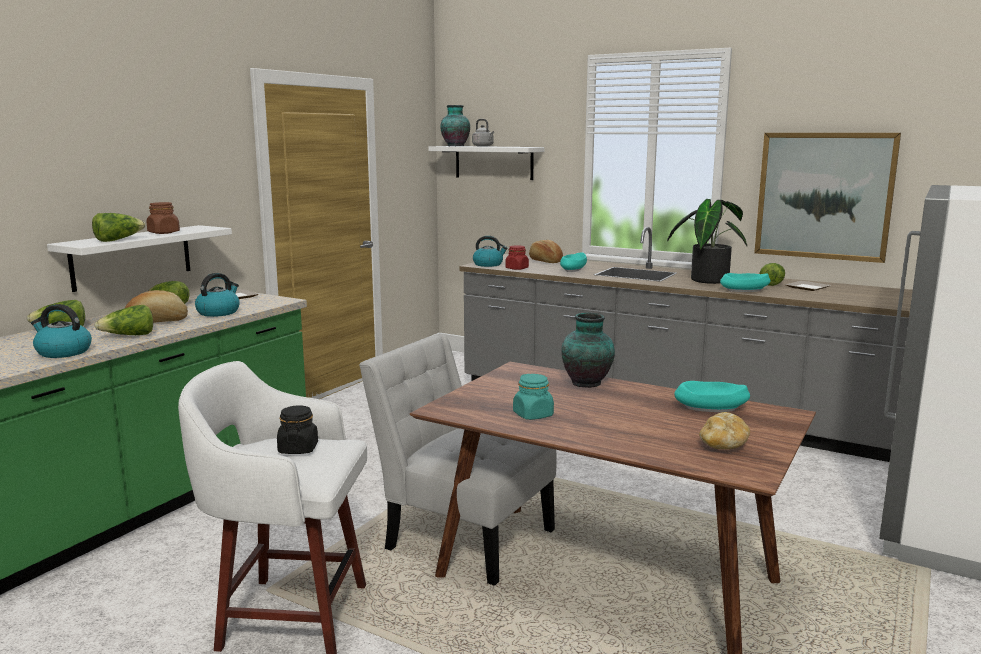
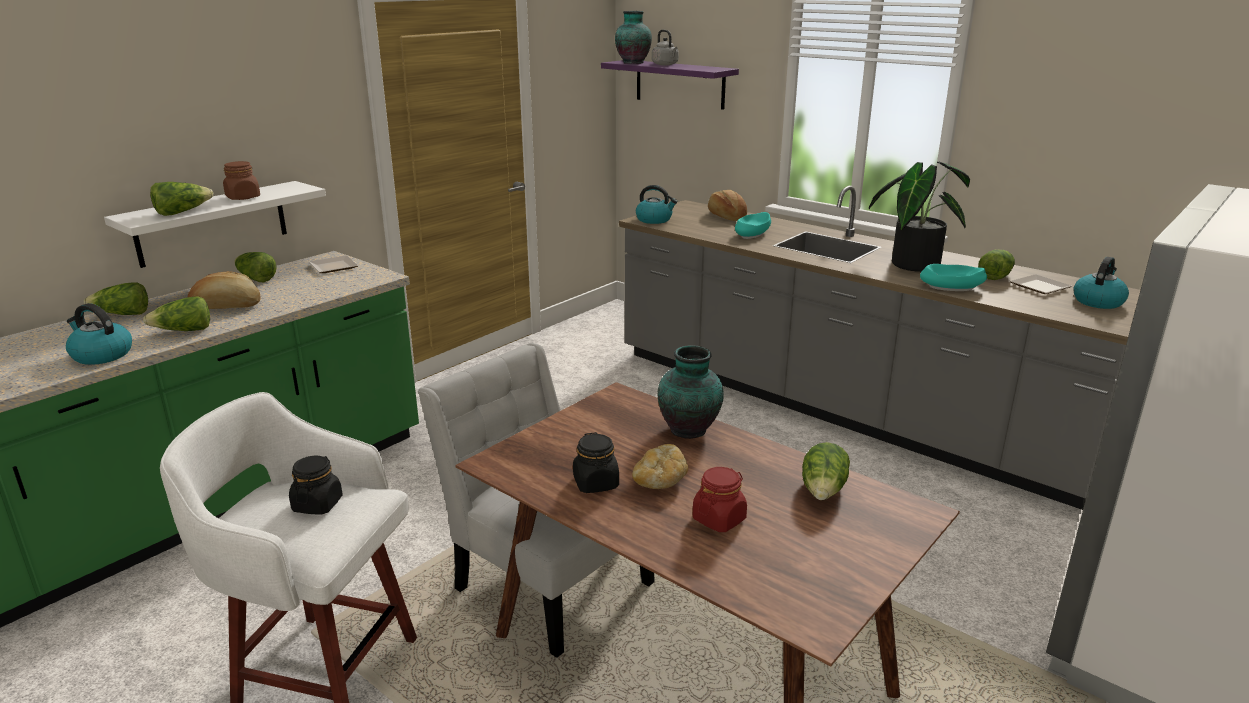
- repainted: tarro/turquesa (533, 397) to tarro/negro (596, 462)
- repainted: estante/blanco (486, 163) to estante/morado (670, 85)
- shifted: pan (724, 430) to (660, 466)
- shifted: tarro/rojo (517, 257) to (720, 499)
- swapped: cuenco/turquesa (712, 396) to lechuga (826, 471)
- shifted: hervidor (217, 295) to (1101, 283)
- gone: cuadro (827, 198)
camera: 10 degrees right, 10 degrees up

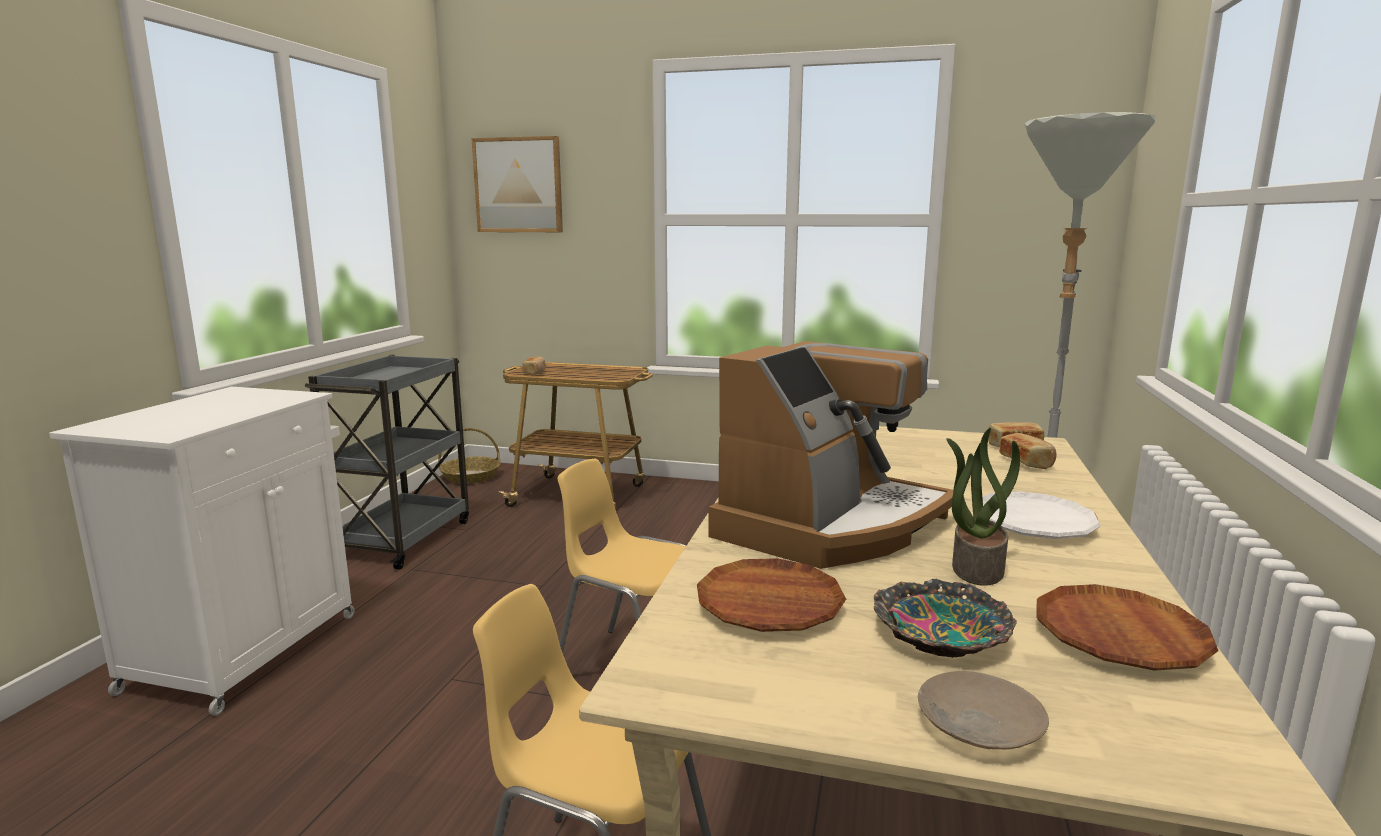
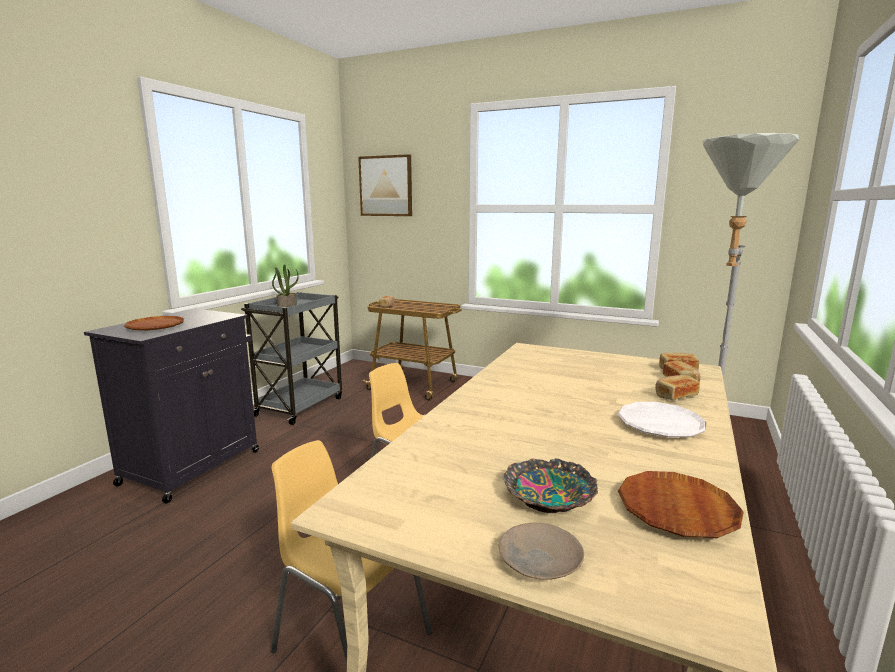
- repainted: armario/blanco (201, 551) to armario/negro (171, 406)
- shifted: plato/marrón (771, 595) to (154, 323)
- shifted: planta en maceta (983, 507) to (285, 285)
- new: pan (677, 387)
- gone: cesta (469, 456)
- gone: cafetera (831, 455)
camera: 10 degrees right, 0 degrees up

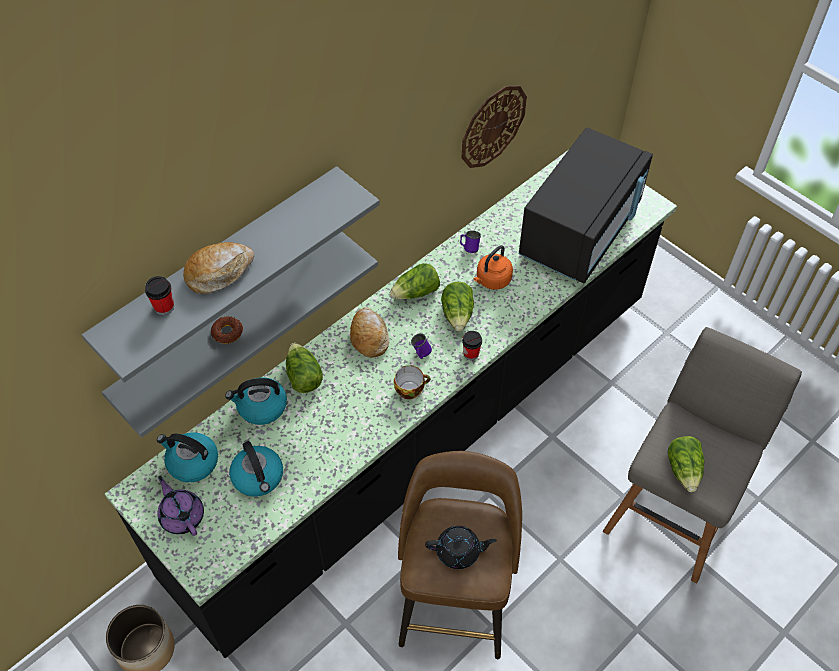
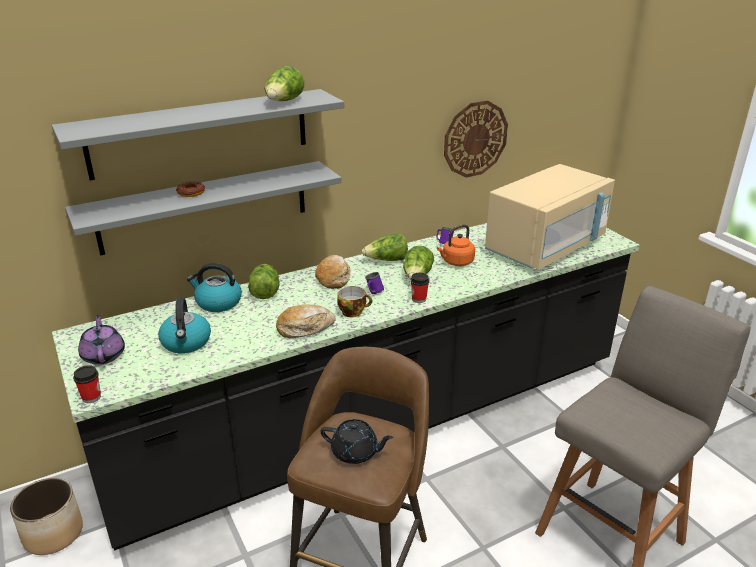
- shifted: taza (159, 295) to (87, 384)
- shifted: lechuga (686, 464) to (284, 83)
- shifted: pan (218, 268) to (306, 321)
- repainted: microondas/negro (586, 205) to microondas/beis (550, 217)
- gone: hervidor (187, 457)
camera: 15 degrees right, 25 degrees down

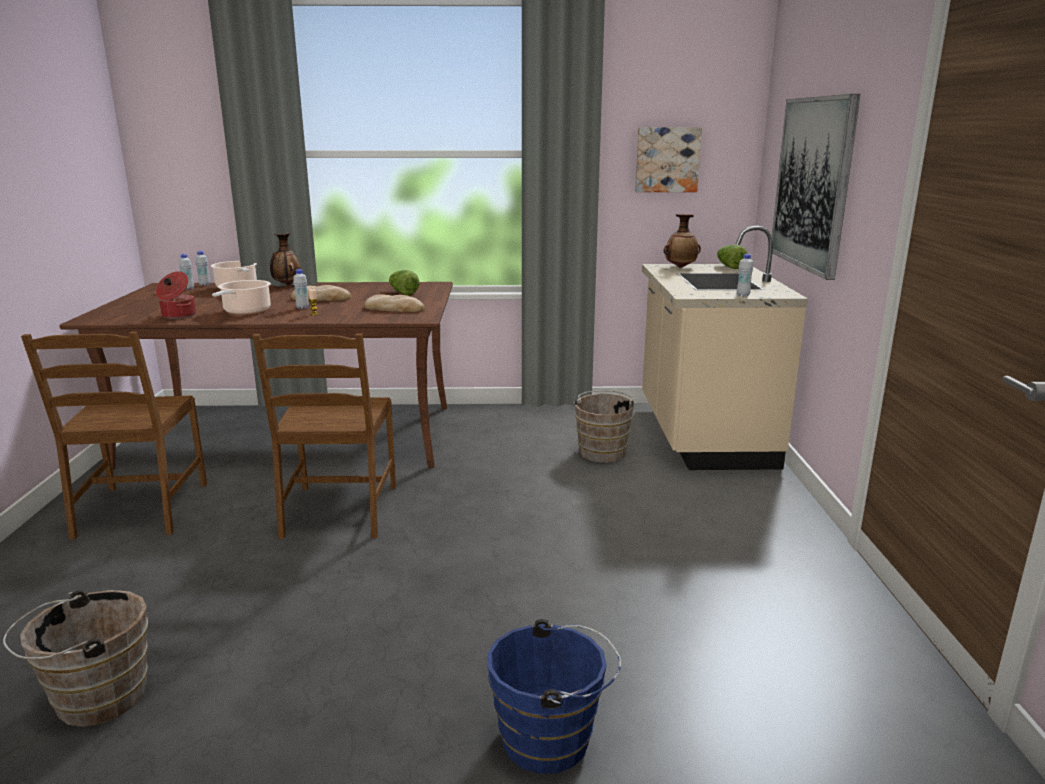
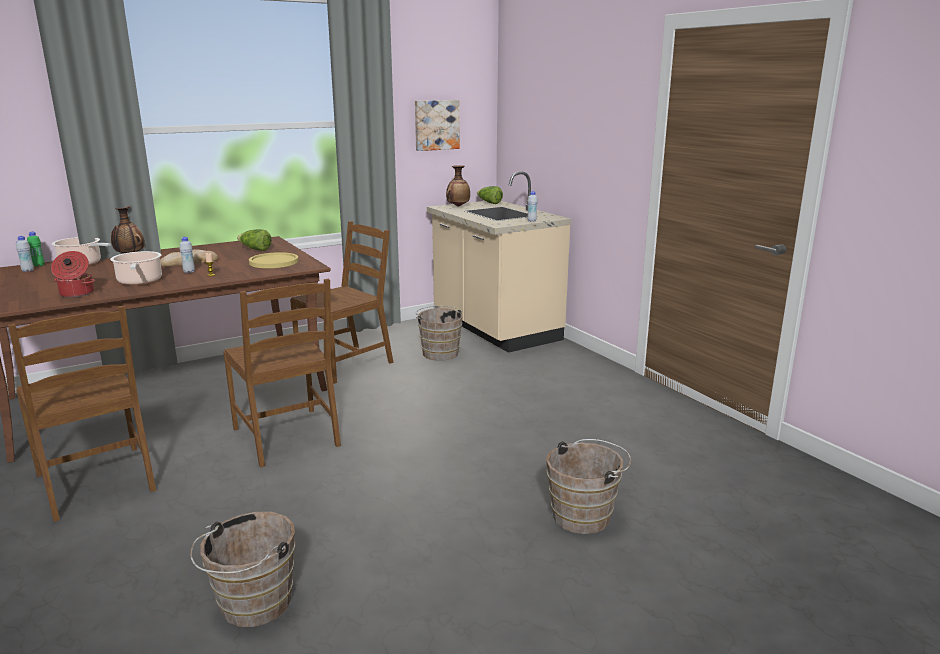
- repainted: botella/blanco (202, 268) to botella/verde (35, 249)
- swapped: pan (394, 303) to plato/amarillo (274, 260)
- new: silla/marrón (342, 302)
- repainted: cubo/azul (554, 696) to cubo/marrón (588, 486)
- gone: cuadro (816, 187)
camera: 30 degrees left, 0 degrees up

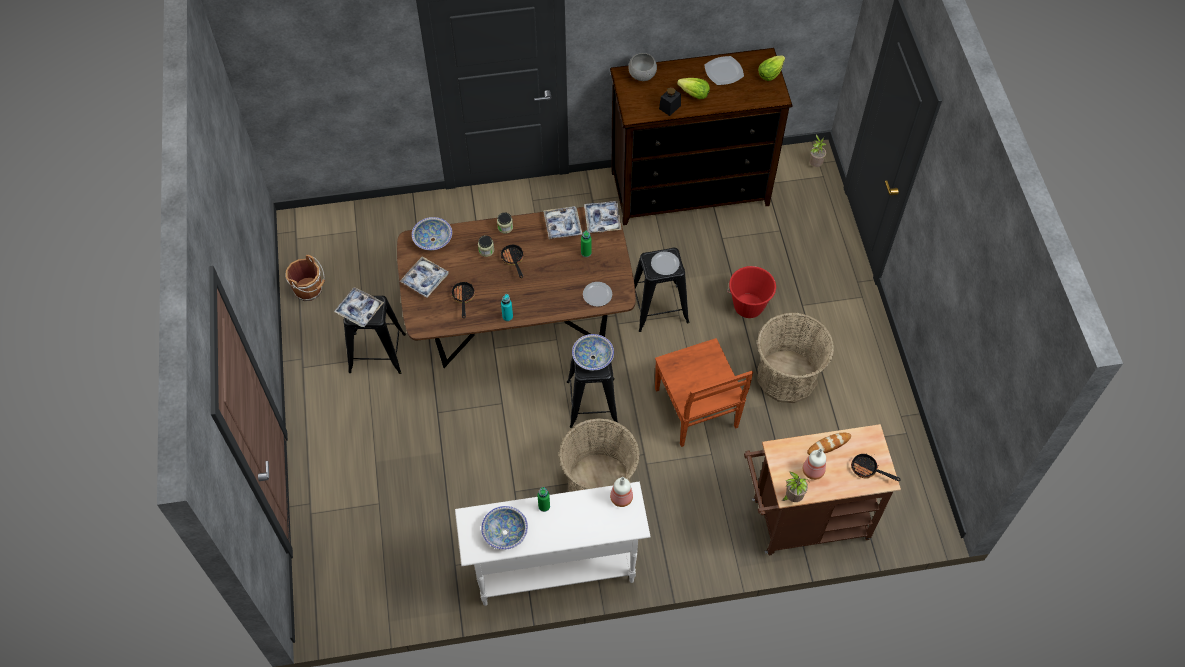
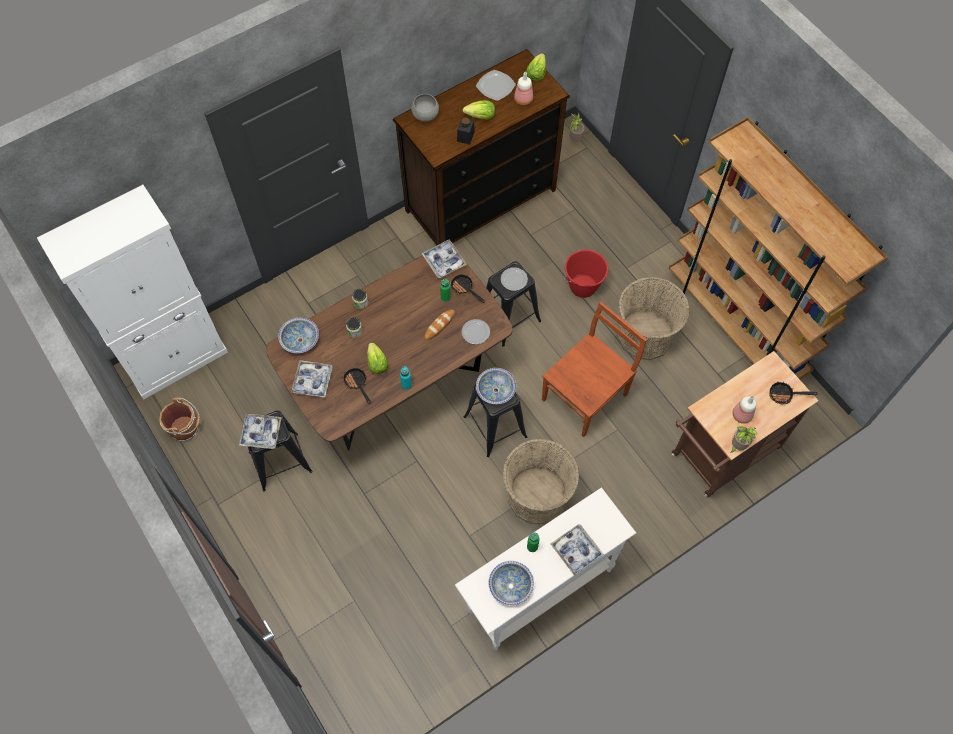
- new: armario/blanco (132, 292)
- new: lechuga (378, 358)
- shifted: pan (829, 444) to (439, 324)
- shifted: sartén (512, 261) to (467, 289)
- shifted: botella (621, 492) to (523, 88)
- rotated: silla/marrón (704, 392) = (594, 369) 90 degrees counterclockwise
- shifted: bandeja (562, 222) to (577, 550)
- new: estantería/marrón (778, 248)
camera: 25 degrees left, 5 degrees up

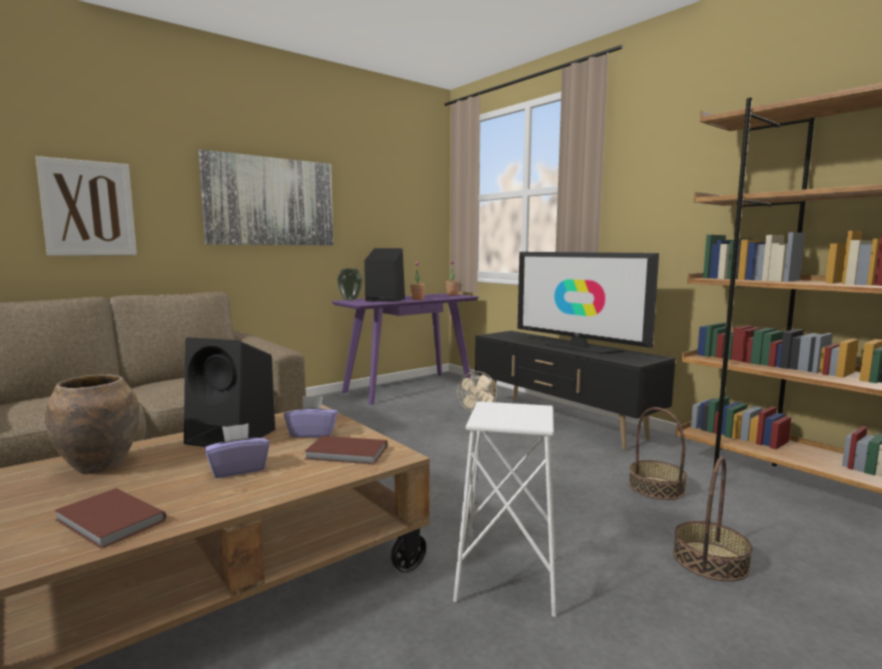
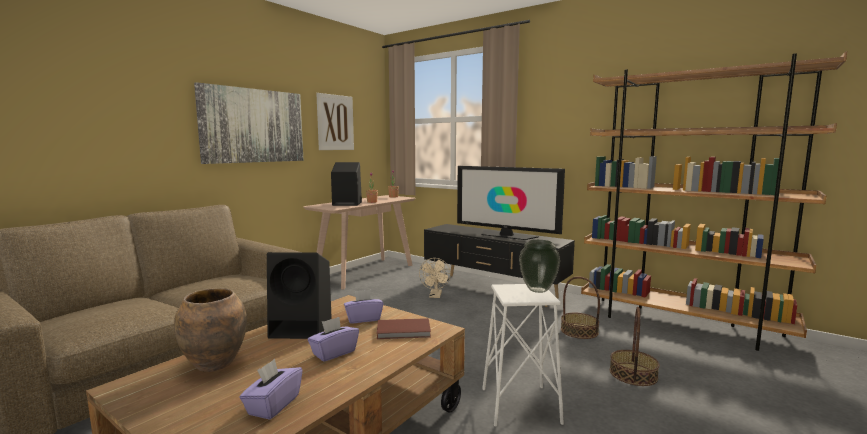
- swapped: libro/marrón (110, 518) to caja de pañuelos/morado (271, 389)
- repainted: mesa consola/morado (405, 349) to mesa consola/beis (359, 242)
- shifted: cuadro (86, 206) to (335, 121)
- shifted: florero (349, 284) to (539, 266)
camera: 15 degrees left, 0 degrees up

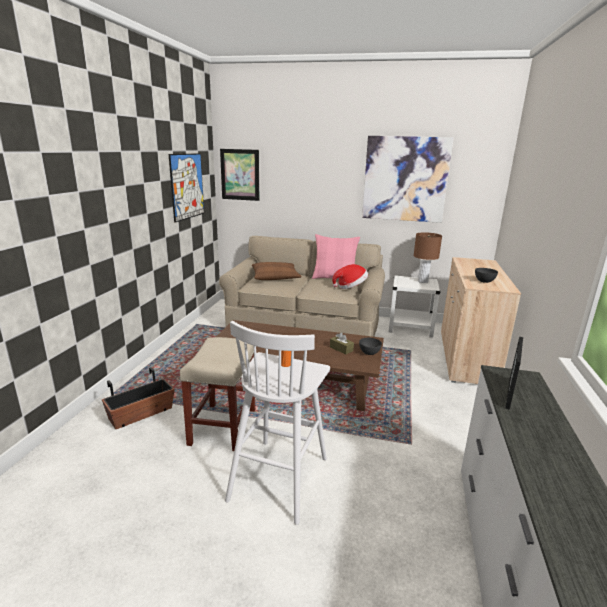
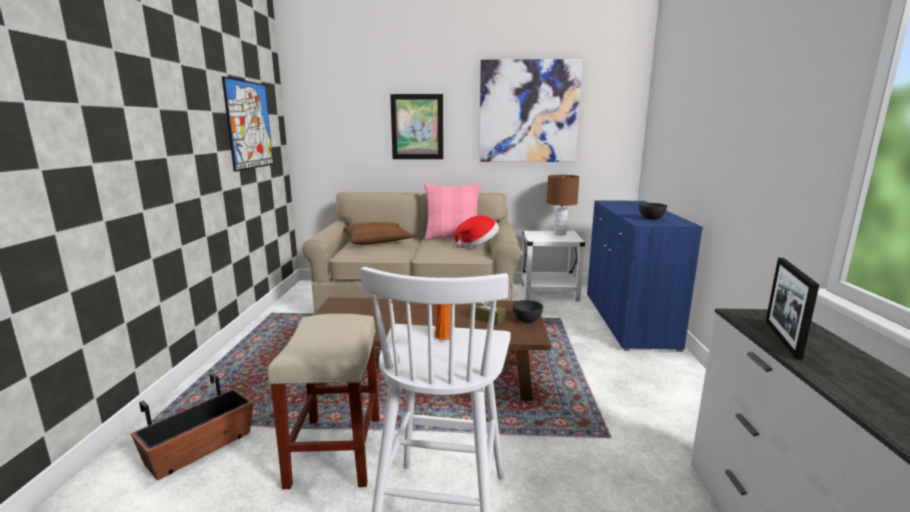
- shifted: cuadro (239, 175) to (416, 126)
- repainted: armario/beis (481, 320) to armario/azul (645, 276)
camera: 10 degrees left, 5 degrees down

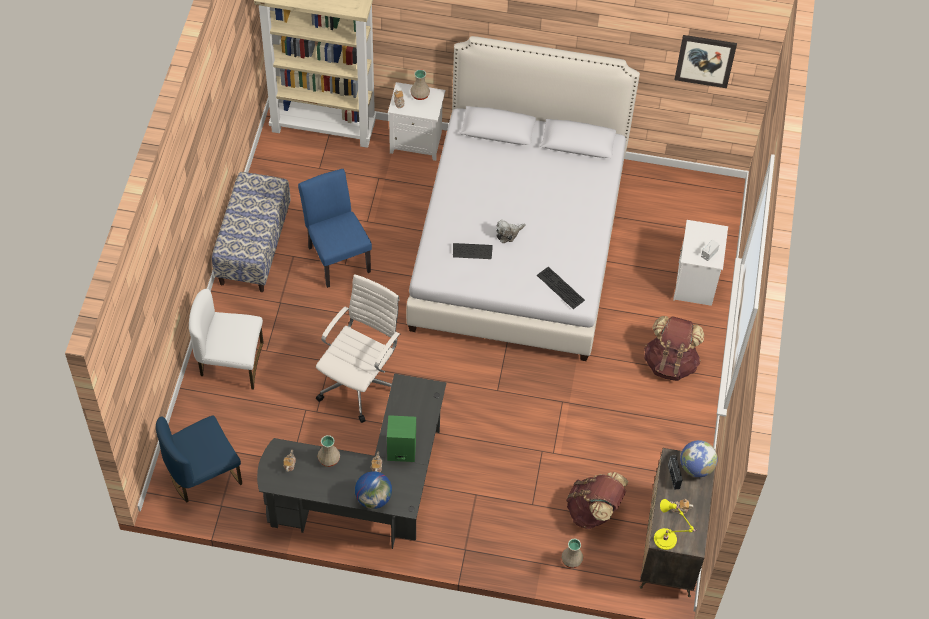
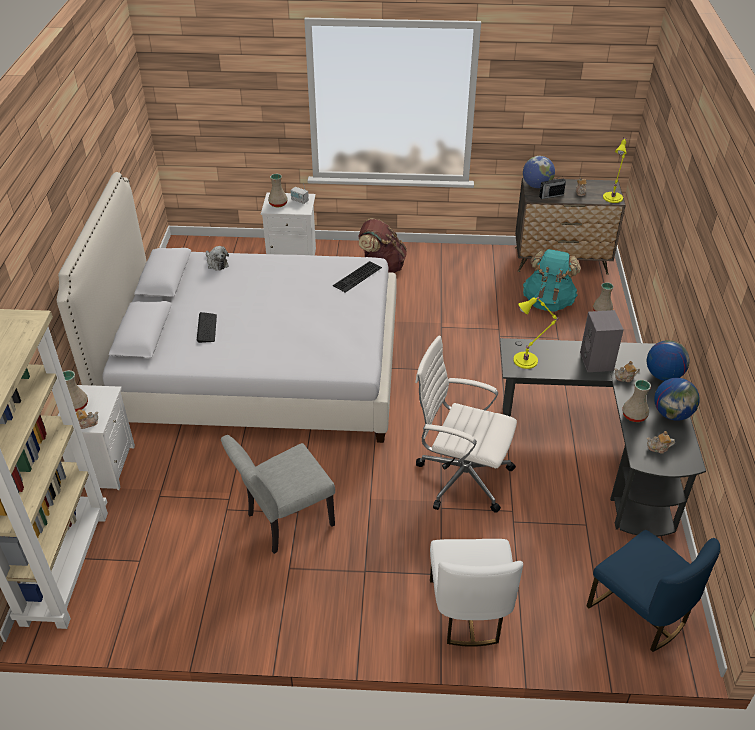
- shifted: teclado (473, 251) to (206, 327)
- shifted: peluche (510, 231) to (217, 258)
- repainted: silla/azul (335, 228) to silla/gris (278, 494)
- new: florero/beis (277, 191)
- new: lámpara de mesa/amarillo (535, 332)
- repainted: mochila/marrón (597, 500) to mochila/turquesa (552, 280)
- repainted: altavoz/verde (401, 438) to altavoz/gris (602, 341)
- new: globo terráqueo (676, 399)
- gone: banco (251, 232)
- gone: cuadro (705, 61)
camera: 95 degrees left, 15 degrees down

